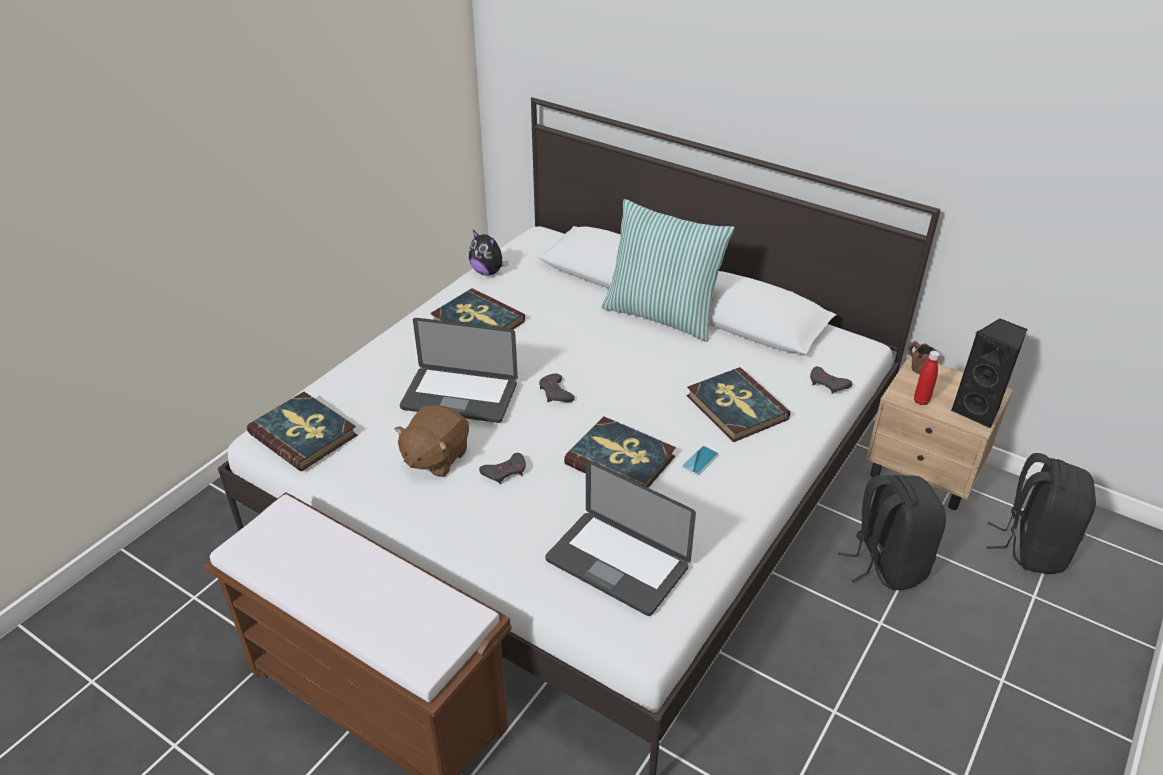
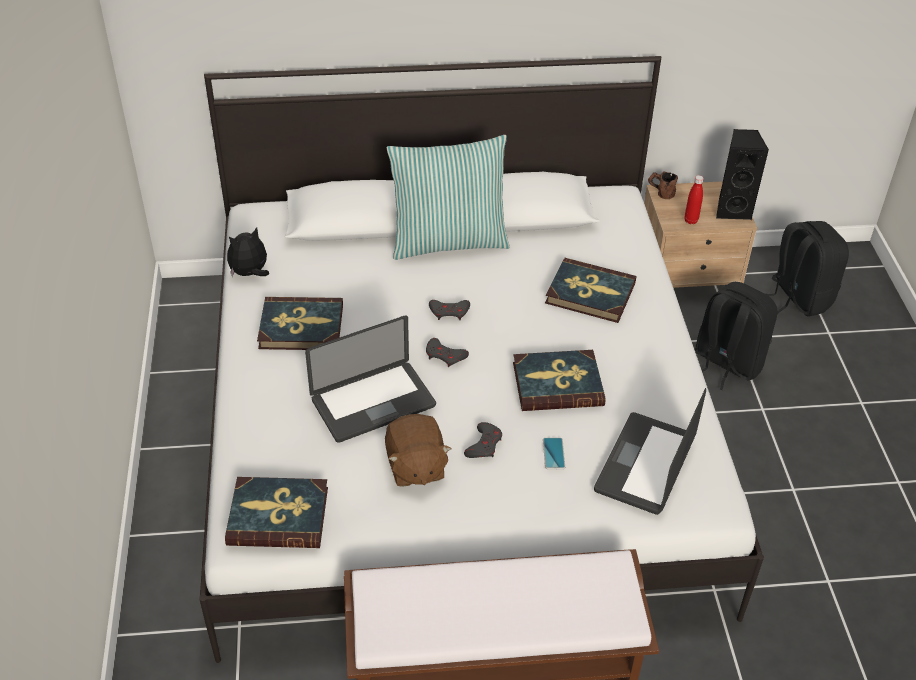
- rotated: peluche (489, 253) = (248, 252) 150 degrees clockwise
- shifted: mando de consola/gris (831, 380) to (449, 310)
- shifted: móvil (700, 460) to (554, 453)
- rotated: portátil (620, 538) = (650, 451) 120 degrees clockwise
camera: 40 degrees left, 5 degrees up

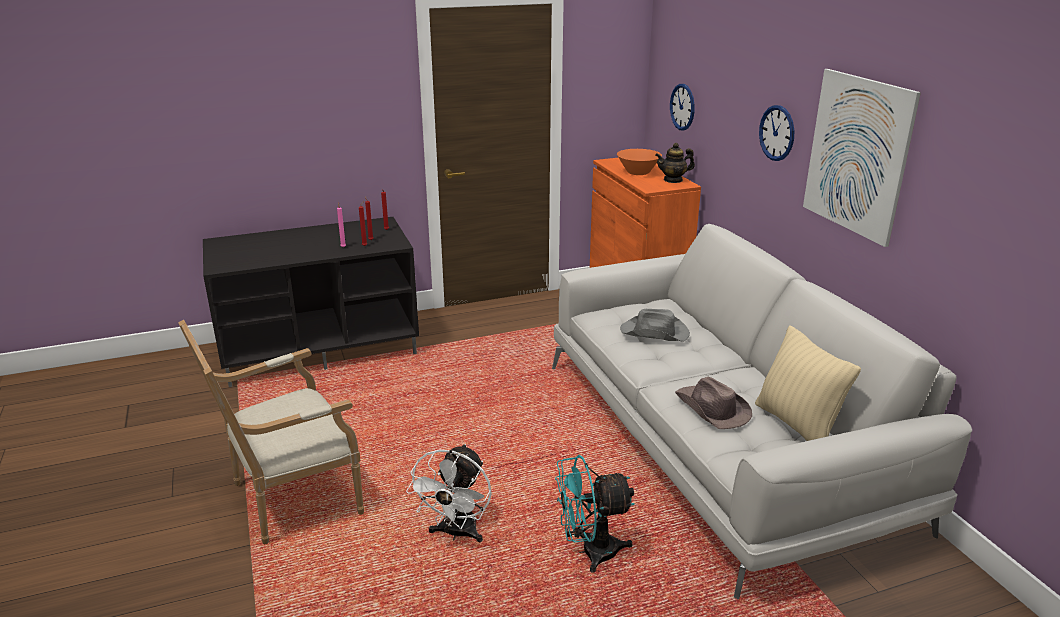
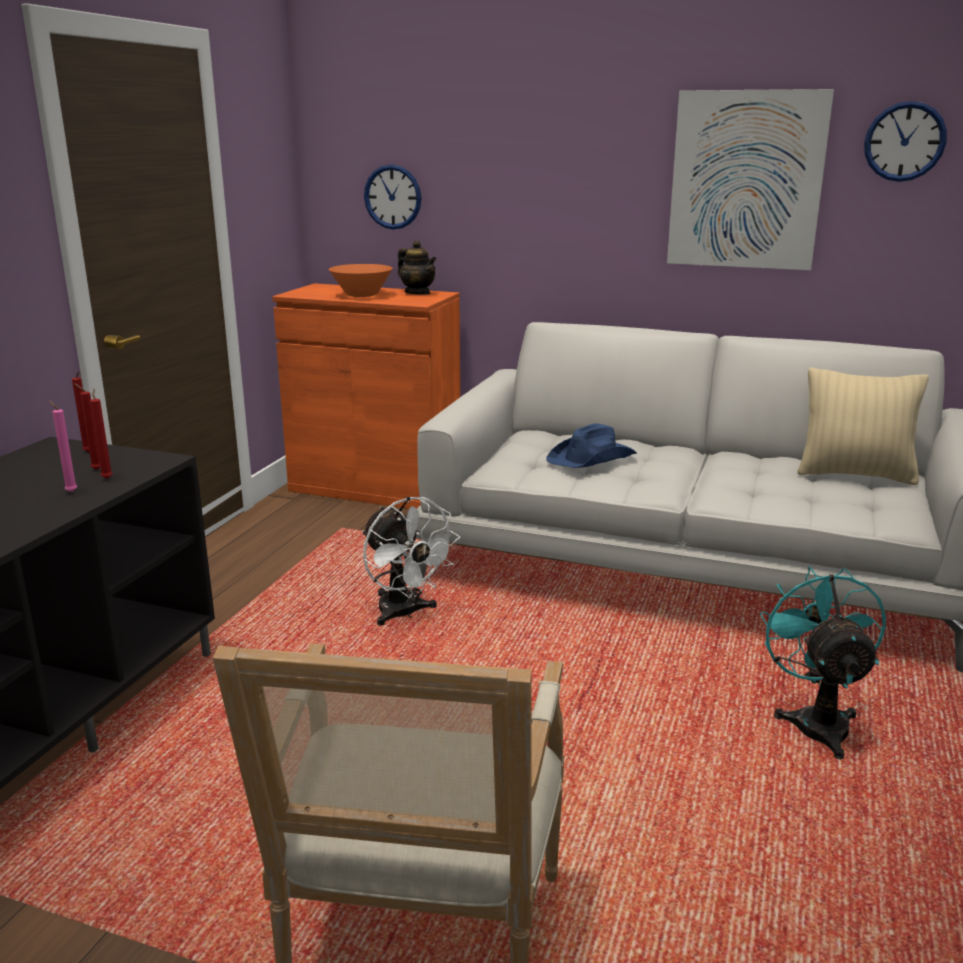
- shifted: ventilador/blanco (449, 493) to (411, 561)
- rotated: tetera (675, 163) = (417, 267) 75 degrees counterclockwise
- repainted: sombrero/gris (655, 325) to sombrero/azul (591, 445)
- rotated: ventilador/turquesa (594, 514) = (823, 662) 150 degrees clockwise
- shifted: reloj de pared (776, 133) to (905, 141)
- gone: sombrero/marrón (713, 403)
camera: 50 degrees left, 5 degrees down

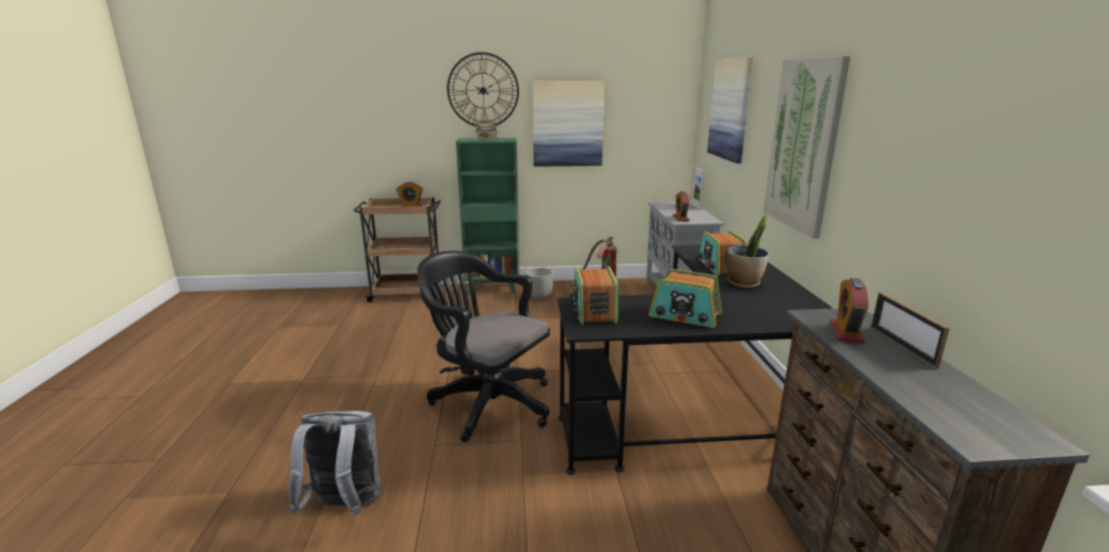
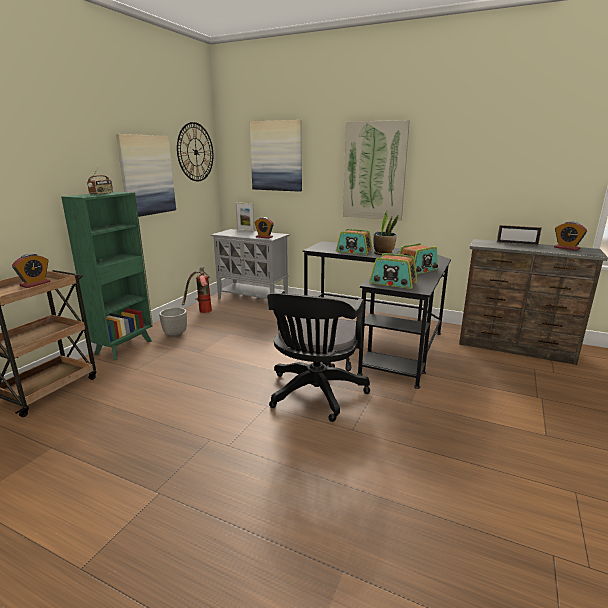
- shifted: reloj de pared (483, 89) to (195, 151)
- rotated: silla de oficina/negro (483, 346) = (318, 356) 45 degrees counterclockwise
- shifted: despertador (849, 310) to (570, 236)
- gone: mochila/gris (335, 463)
camera: 60 degrees left, 0 degrees up

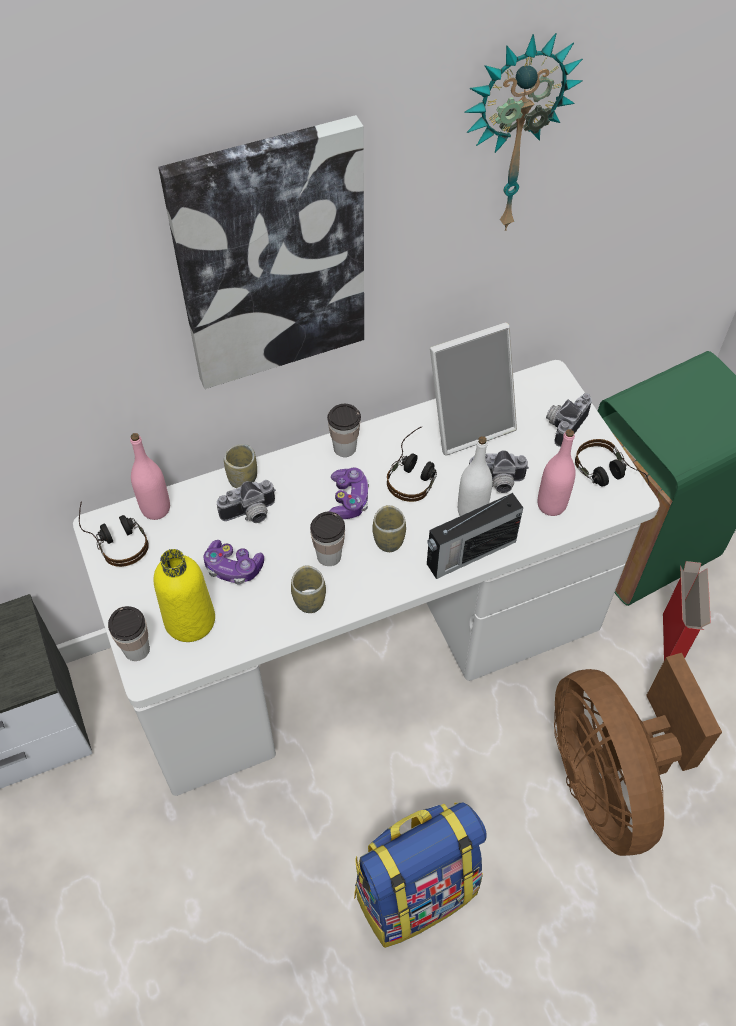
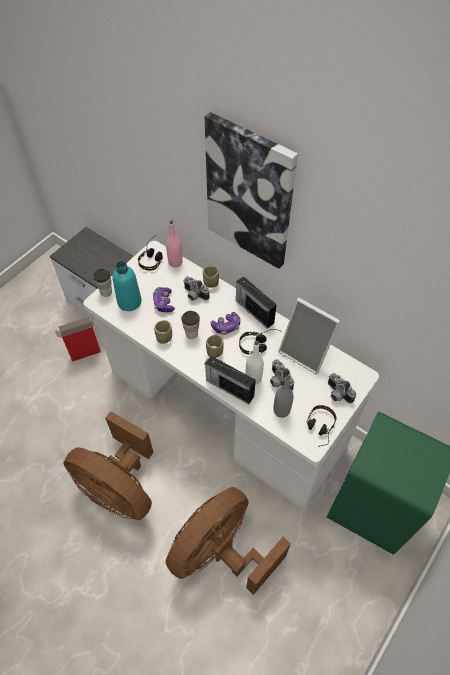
- shifted: caja de cartón (687, 610) to (78, 339)
- swapped: mochila (420, 875) to ventilador/marrón (109, 465)
- repainted: botella/amarillo (184, 595) to botella/turquesa (127, 286)
- swapped: taza (344, 430) to radio (256, 302)
- repainted: botella/rosa (557, 472) to botella/gris (283, 396)
- rotated: cámara (569, 420) = (342, 388) 135 degrees counterclockwise
- gone: reloj de pared (523, 132)
camera: 60 degrees right, 0 degrees up

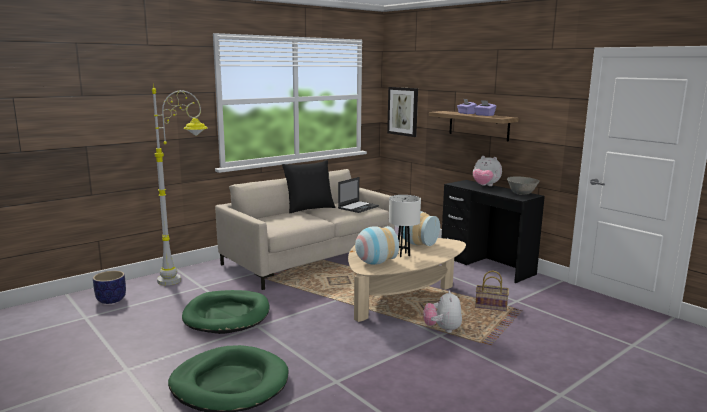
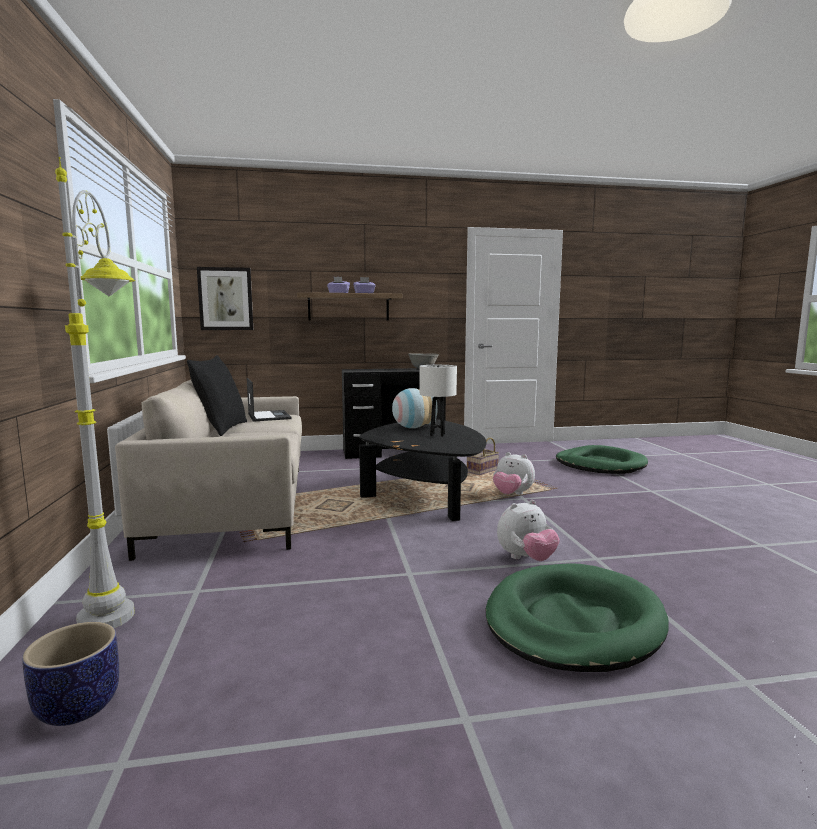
- repainted: mesa de centro/beis (407, 279) to mesa de centro/negro (423, 470)
- shifted: peluche (487, 171) to (528, 530)
- shifted: cama para perro/verde (226, 312) to (602, 459)
- gone: florero (377, 245)
camera: 60 degrees left, 5 degrees down

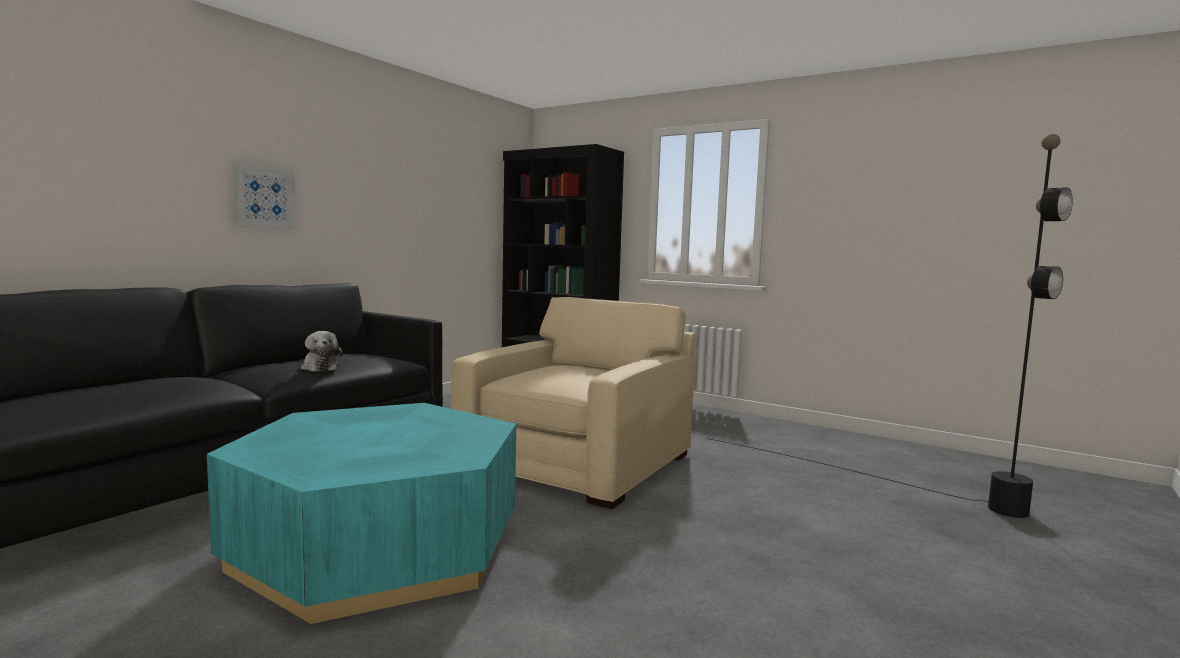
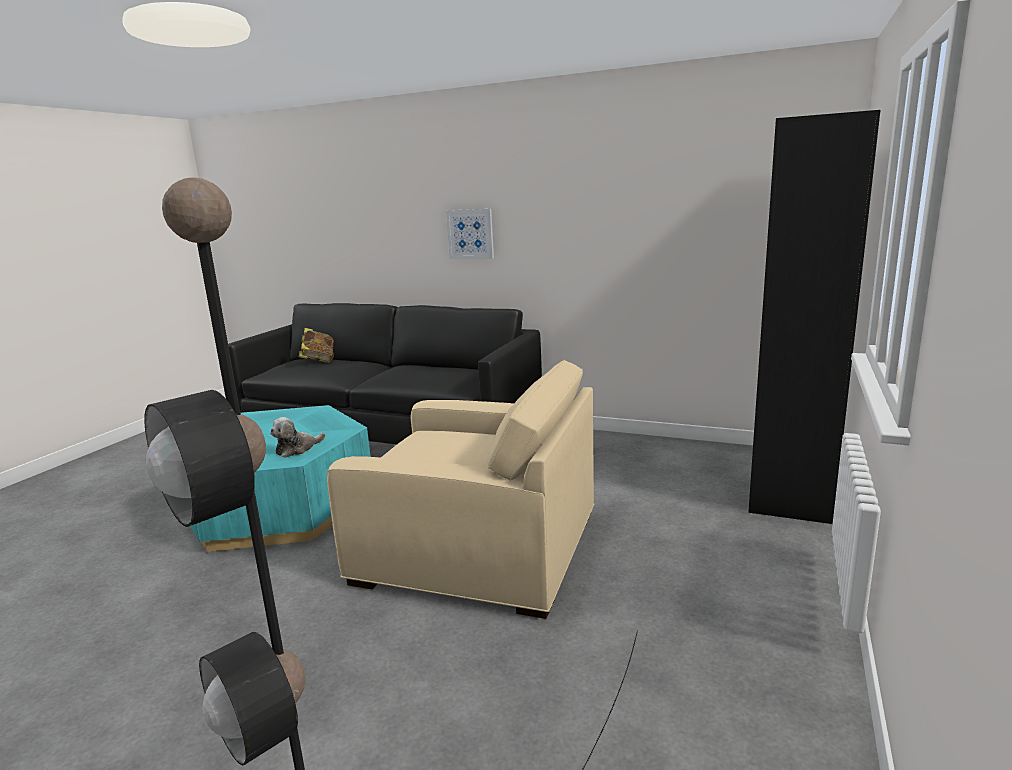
- shifted: peluche (321, 351) to (297, 437)
- new: libro (316, 345)
camera: 80 degrees right, 10 degrees up

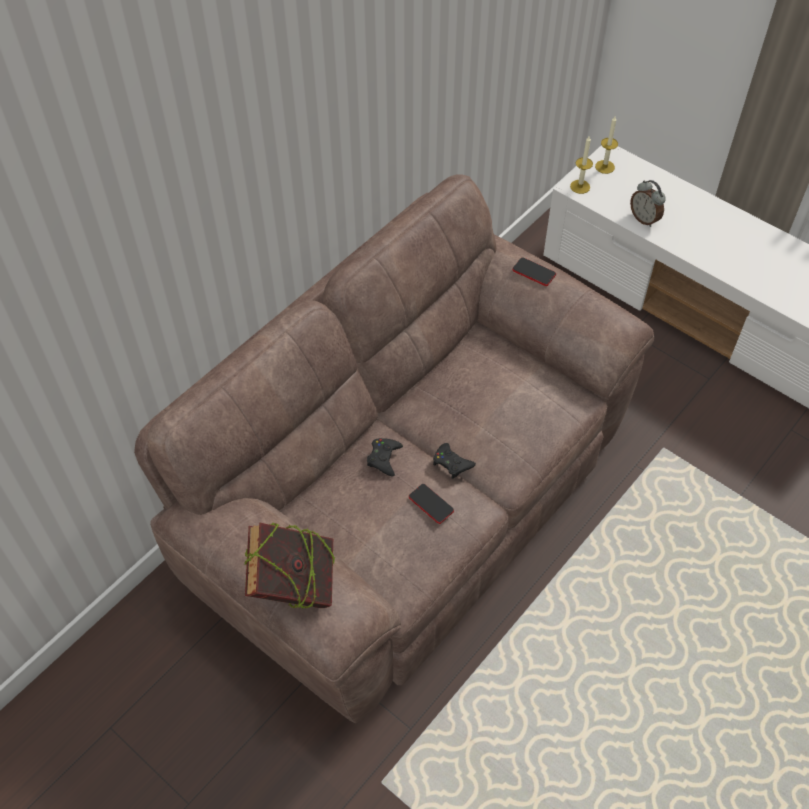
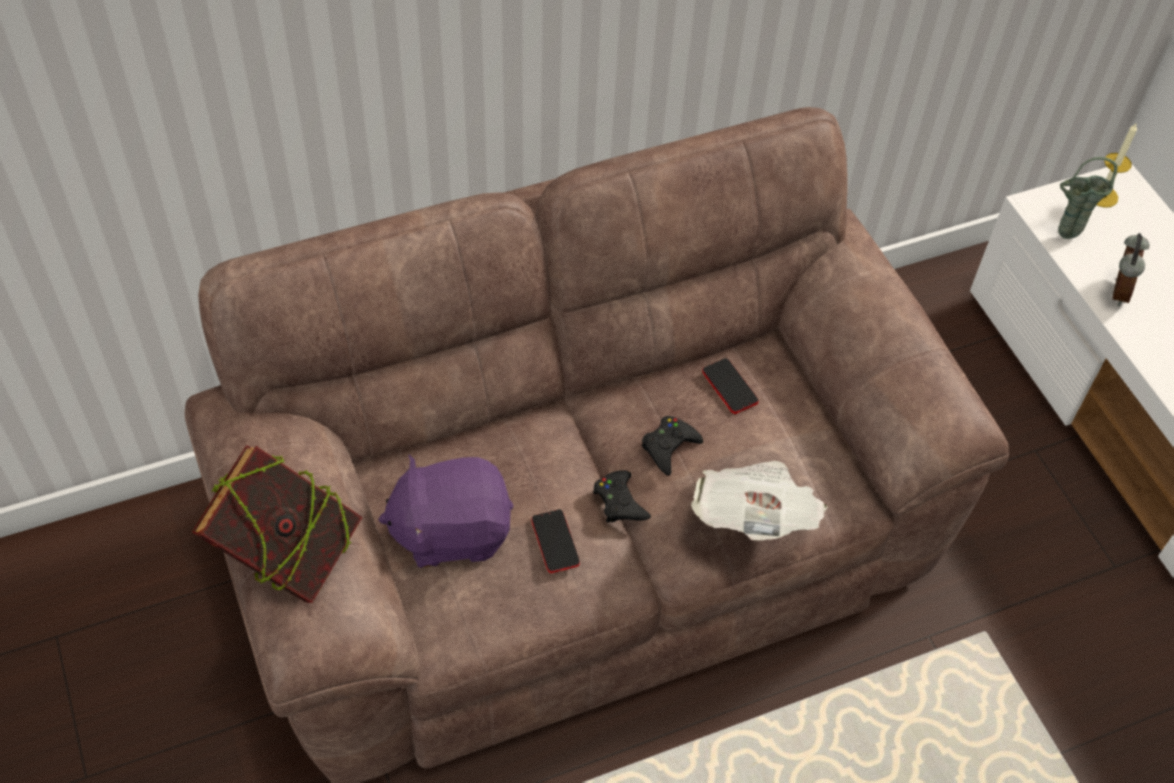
- new: peluche/morado (445, 511)
- shifted: mando de consola/negro (385, 457) to (672, 446)
- new: periódico (759, 500)
- shifted: móvil (534, 271) to (730, 386)
- new: florero/verde (1088, 198)
- rotated: despertador (648, 203) = (1131, 269) 150 degrees counterclockwise
- gone: vela (581, 165)
camera: 25 degrees right, 0 degrees up

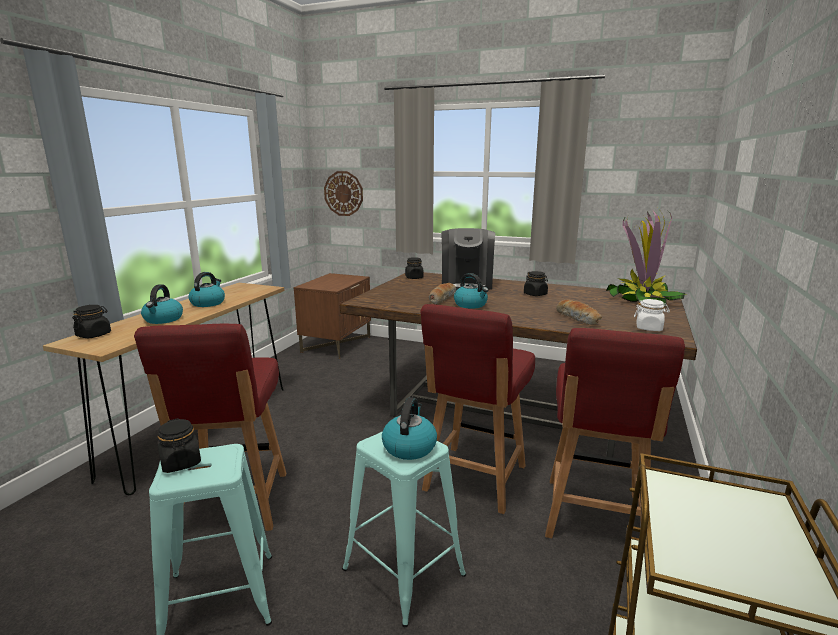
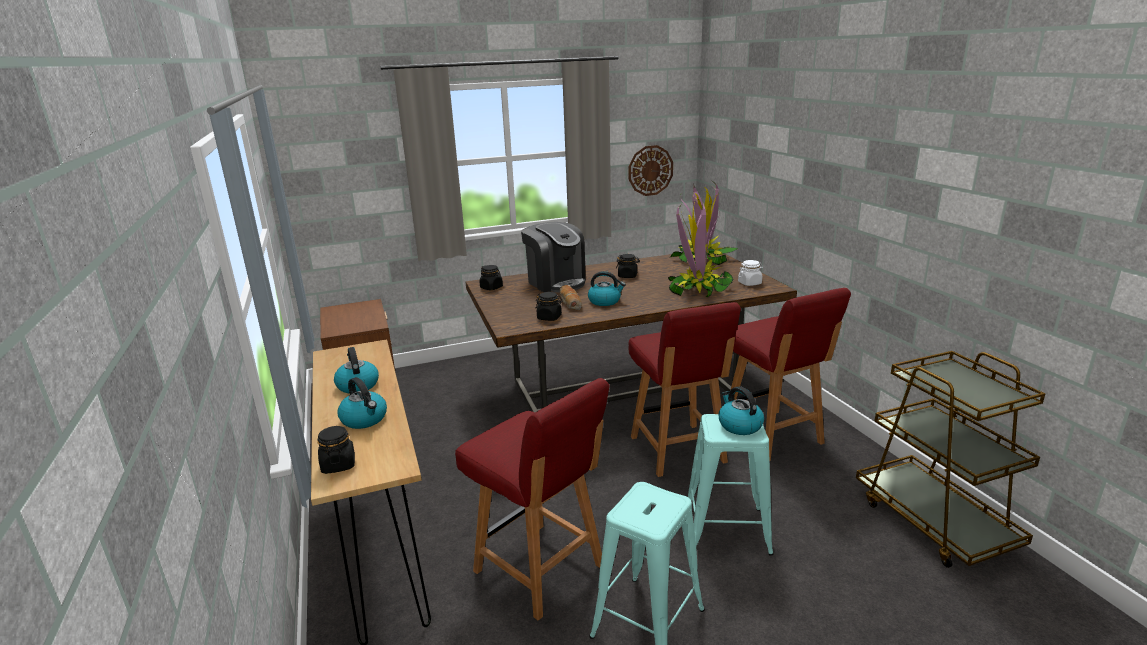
- shifted: tarro/negro (179, 445) to (549, 306)
- shifted: reloj de pared (343, 193) to (651, 170)
- swapped: pan (579, 312) to planta en maceta (700, 249)
camera: 40 degrees left, 5 degrees up

